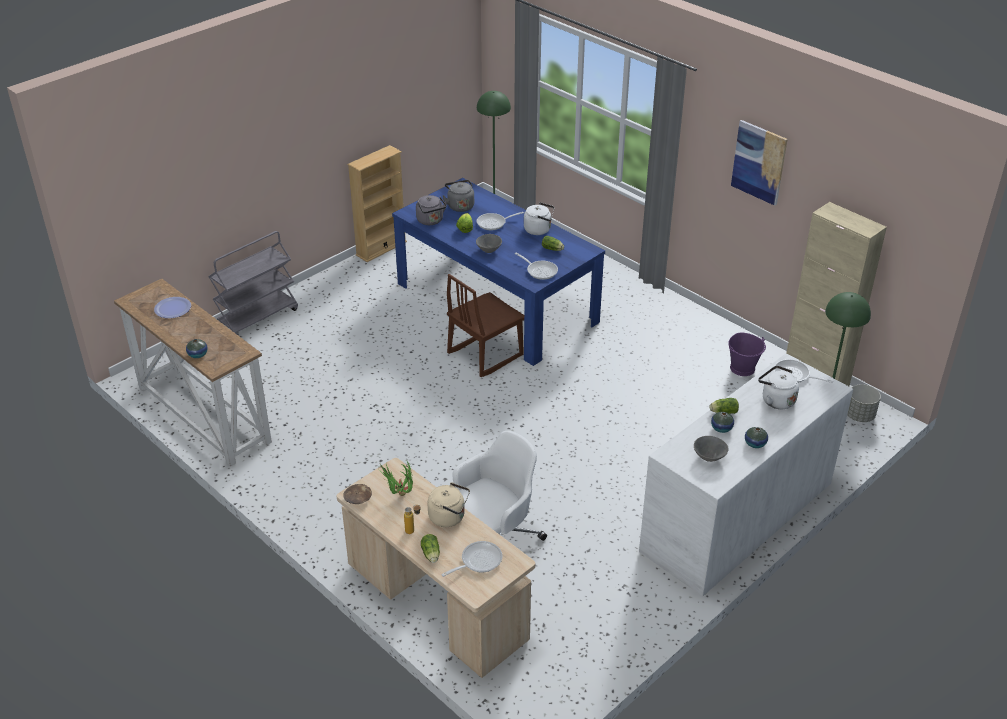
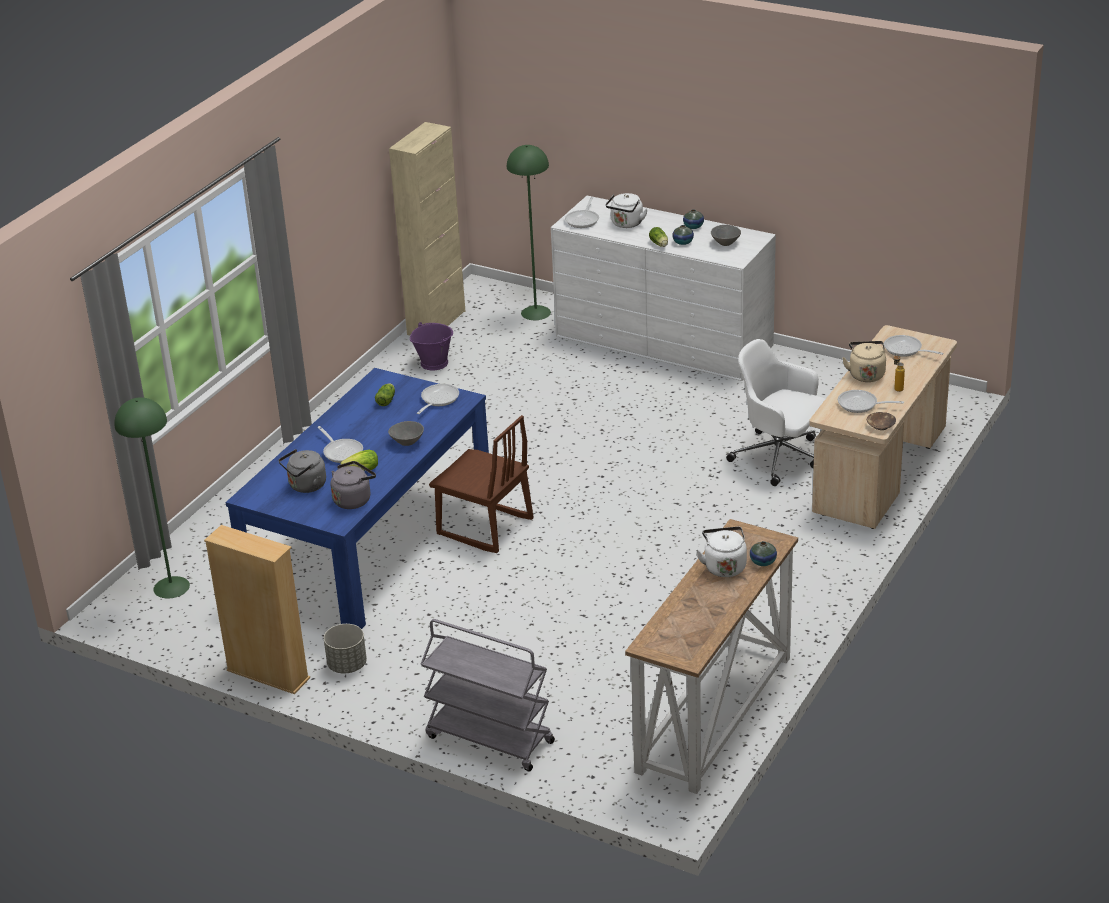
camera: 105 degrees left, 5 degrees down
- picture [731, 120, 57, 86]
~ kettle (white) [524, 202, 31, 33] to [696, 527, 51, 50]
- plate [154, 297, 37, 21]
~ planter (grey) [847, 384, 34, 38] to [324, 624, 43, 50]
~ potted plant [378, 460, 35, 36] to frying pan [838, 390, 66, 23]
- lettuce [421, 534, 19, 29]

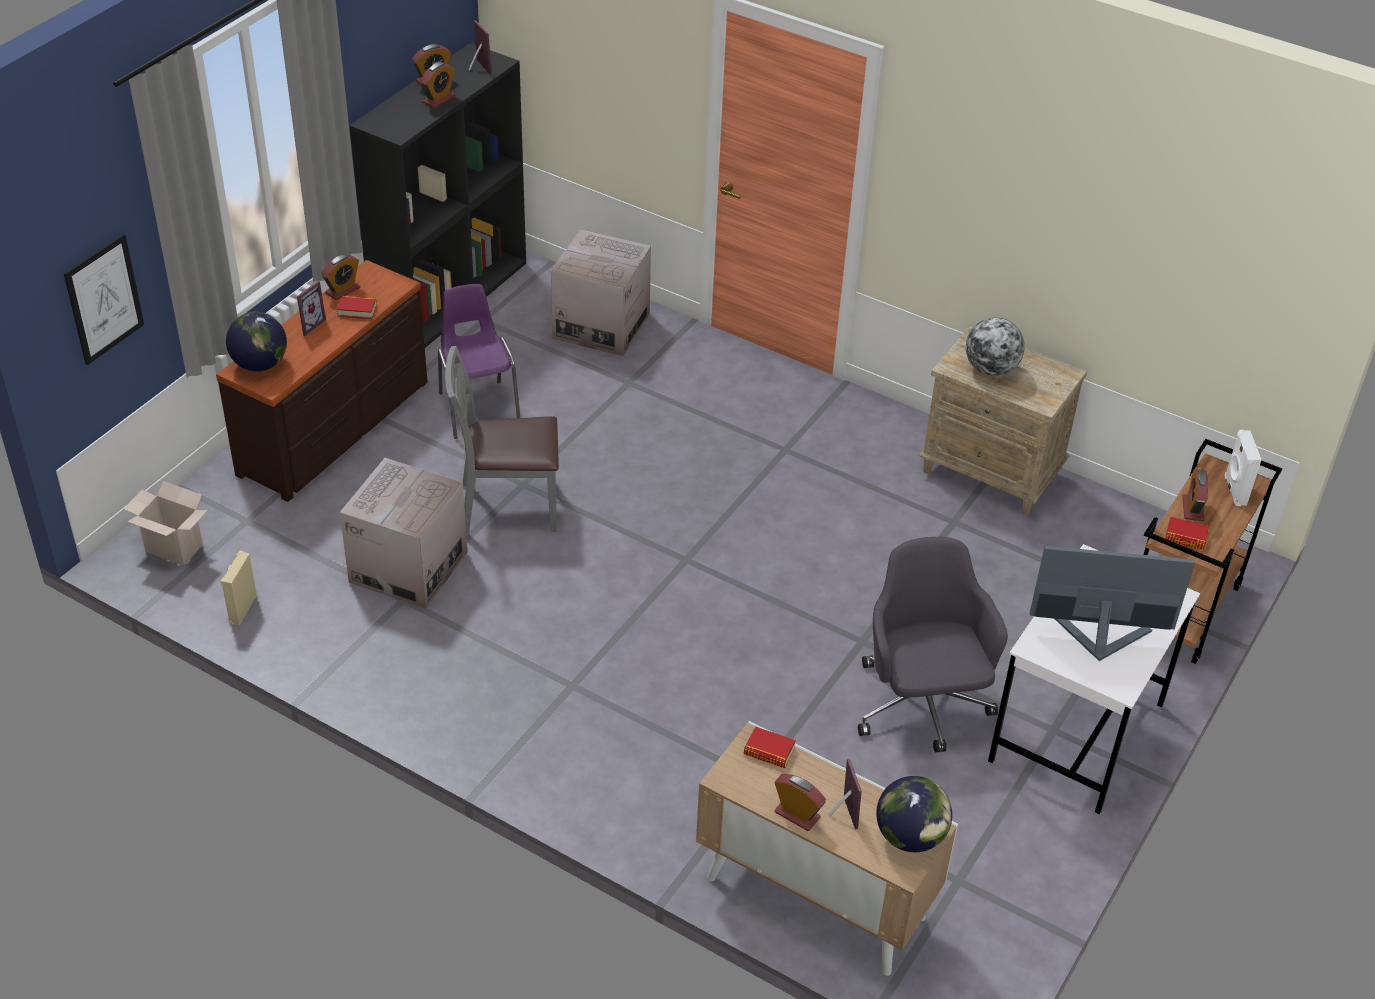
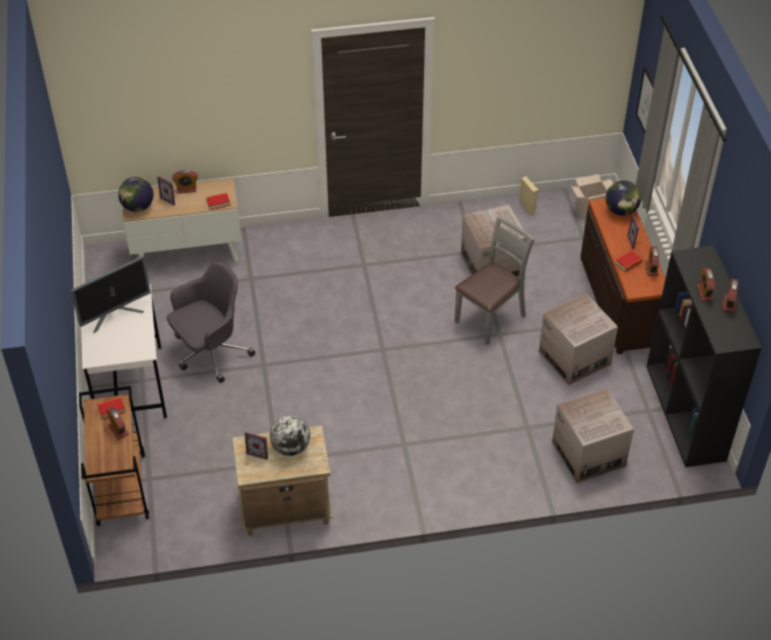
camera: 140 degrees right, 5 degrees up
~ picture frame [469, 20, 23, 54] to [245, 432, 23, 28]
~ chair (purple) [438, 284, 82, 155] to cardboard box [539, 293, 79, 92]
- speaker (white) [1224, 430, 37, 76]
~ office chair (grey) [858, 537, 150, 215] = [167, 262, 88, 121] 75 degrees counterclockwise

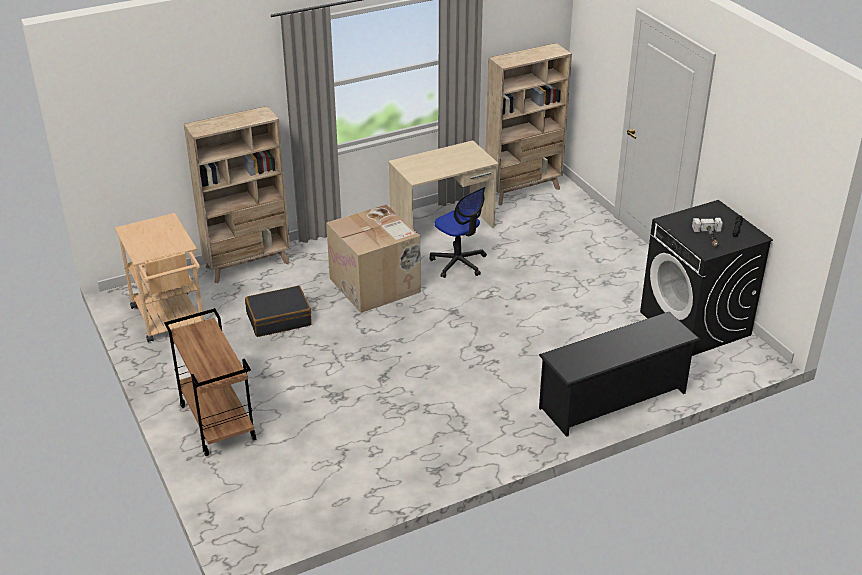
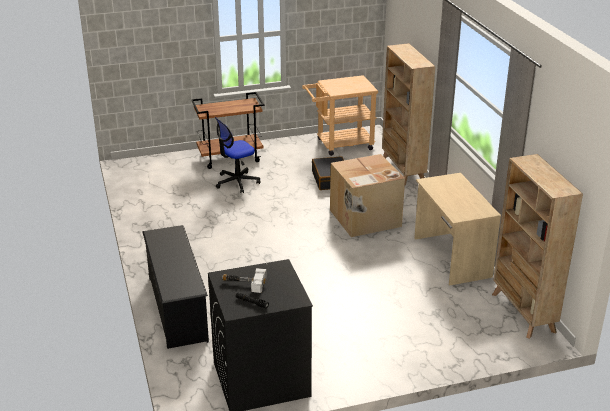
camera: 100 degrees right, 5 degrees down
~ office chair [429, 187, 58, 91] to [215, 117, 46, 76]

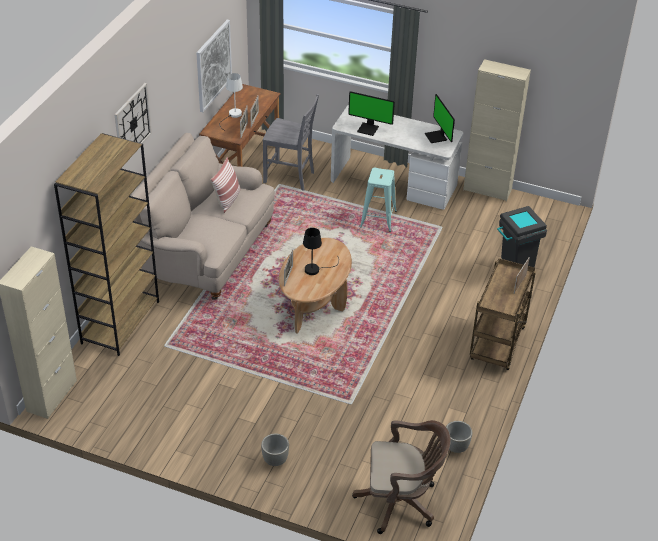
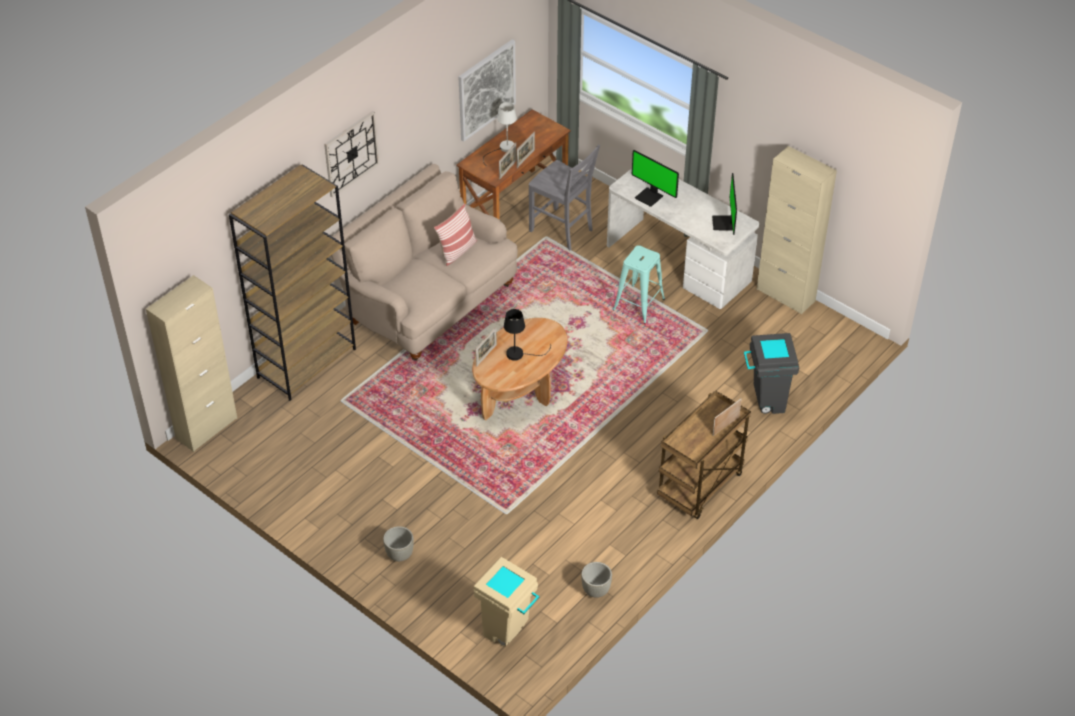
camera: 20 degrees right, 5 degrees up
~ office chair (brown) [352, 420, 99, 114] to trash can (beige) [473, 557, 67, 90]

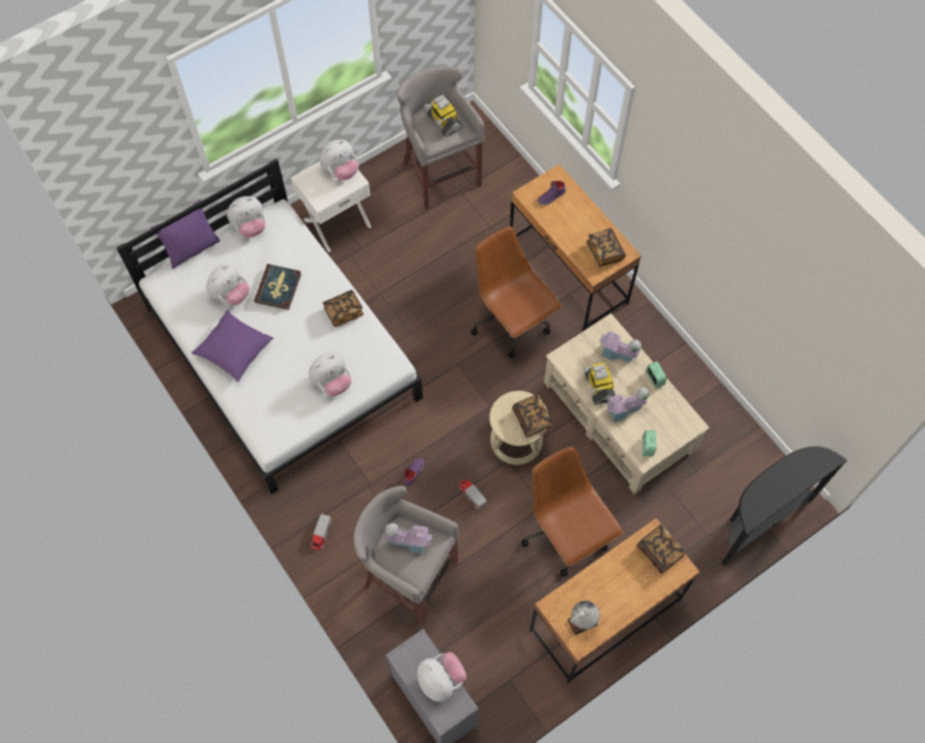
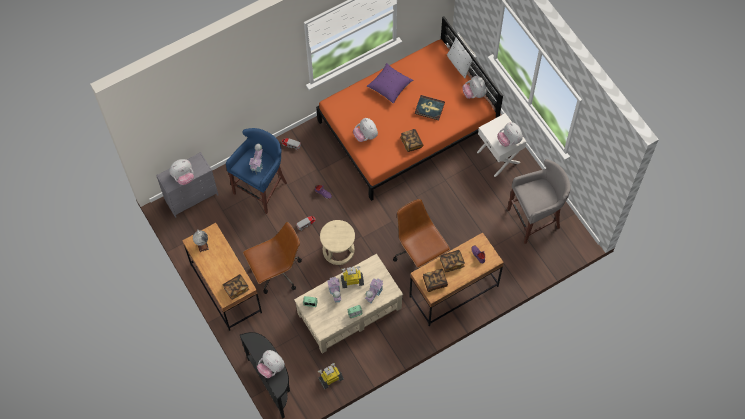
camera: 95 degrees right, 0 degrees up
~ toy robot [424, 95, 38, 42] to [318, 363, 26, 26]
~ bed (white) [116, 158, 307, 336] to bed (orange) [316, 16, 187, 185]
~ pillow (purple) [150, 199, 70, 70] to pillow (white) [447, 33, 30, 45]
~ office chair (brown) [471, 226, 91, 132] = [393, 199, 57, 70] 90 degrees counterclockwise
~ plush toy [206, 264, 43, 42] to [257, 350, 28, 28]
~ book [512, 394, 40, 43] to [440, 250, 25, 22]
~ stool (grey) [354, 486, 105, 139] to stool (blue) [226, 128, 61, 86]

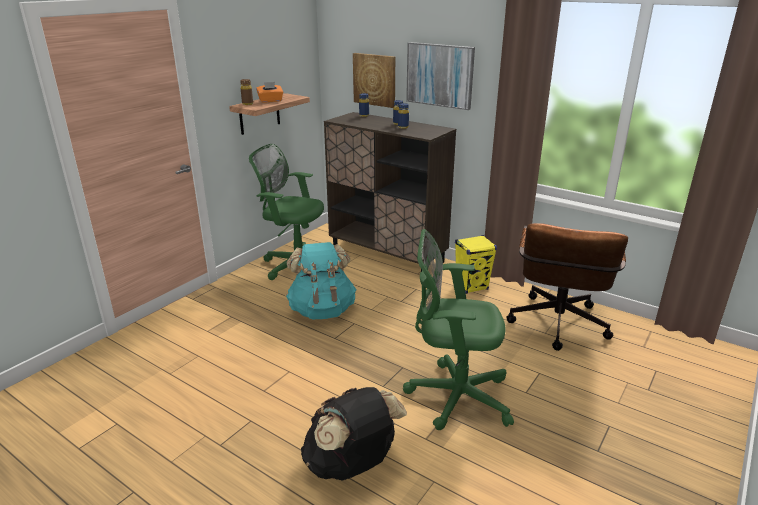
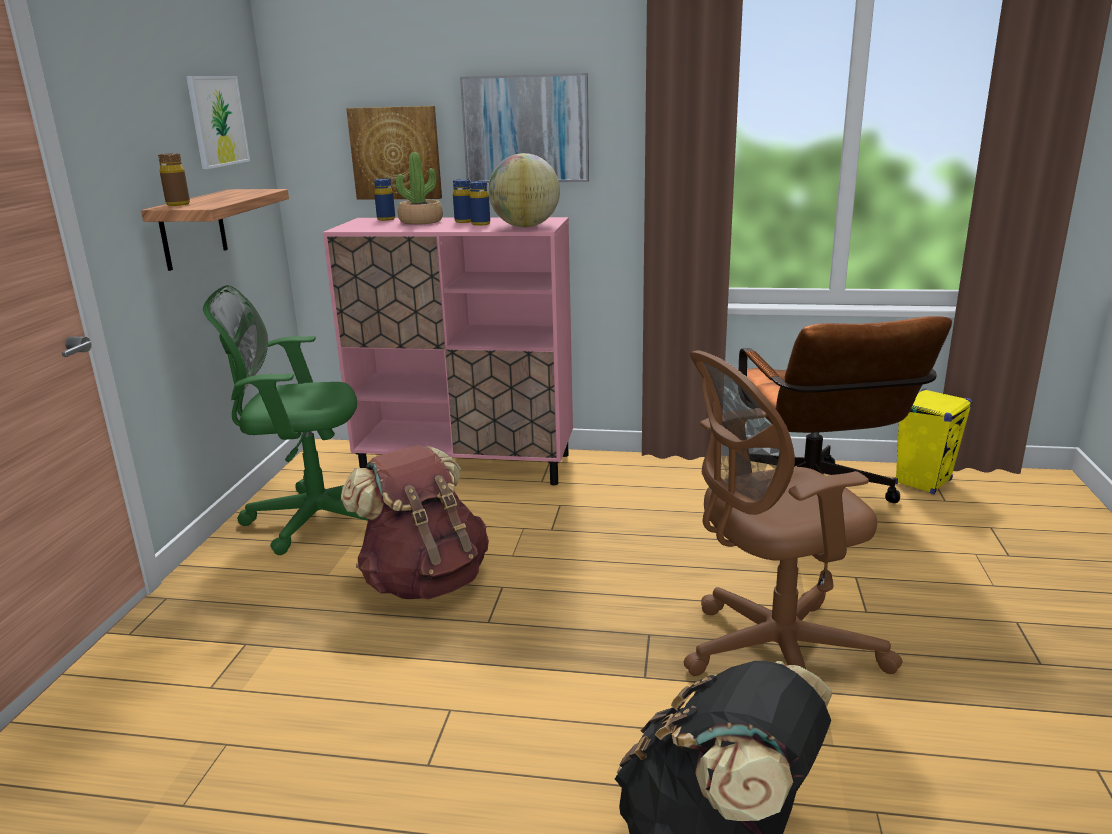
camera: 25 degrees left, 5 degrees down
- tissue box (orange) [256, 82, 27, 21]
~ cabinet (brown) [324, 112, 132, 159] to cabinet (pink) [323, 217, 250, 268]
~ office chair (green) [403, 229, 111, 201] to office chair (brown) [683, 350, 220, 326]
~ speaker (yellow) [455, 235, 42, 59] to [895, 389, 78, 105]
~ backpack (turquoise) [286, 242, 70, 77] to backpack (brown) [341, 445, 148, 154]
+ picture [186, 76, 64, 93]
+ potted plant [396, 152, 47, 73]
+ globe [488, 153, 72, 74]

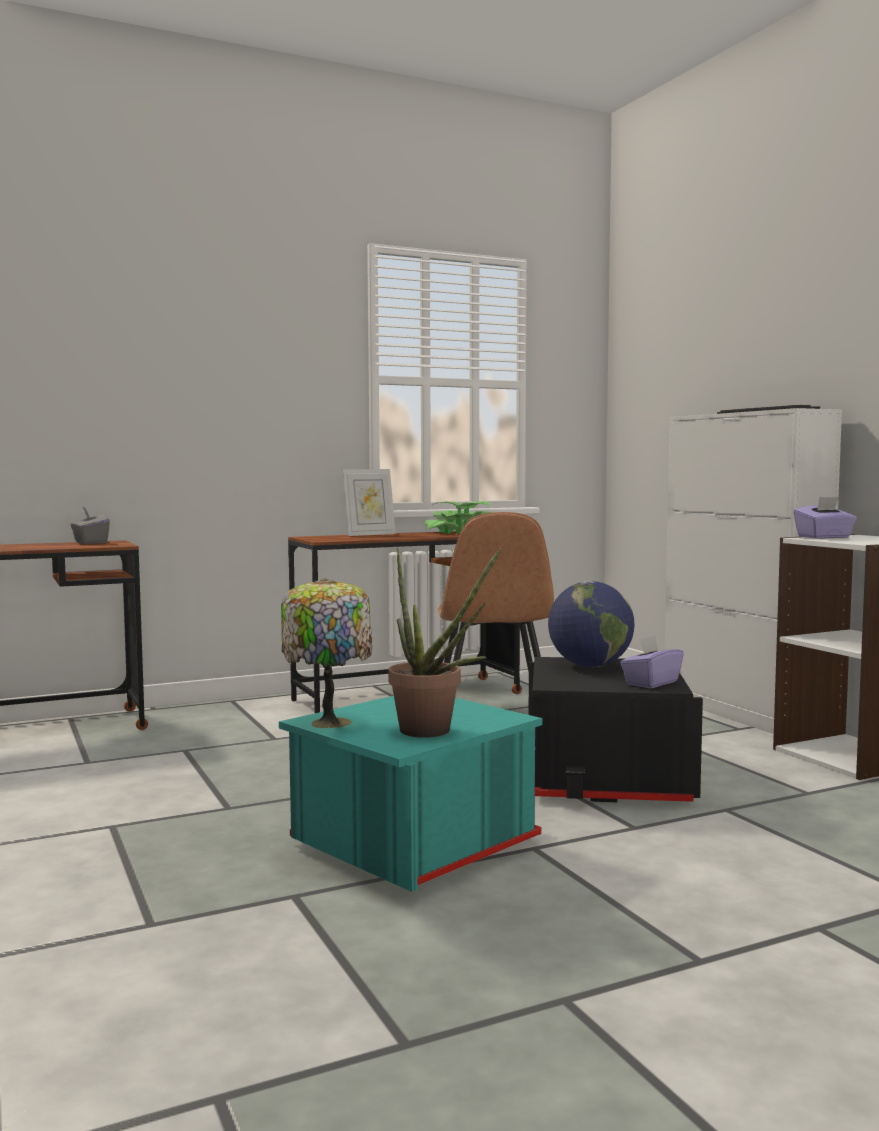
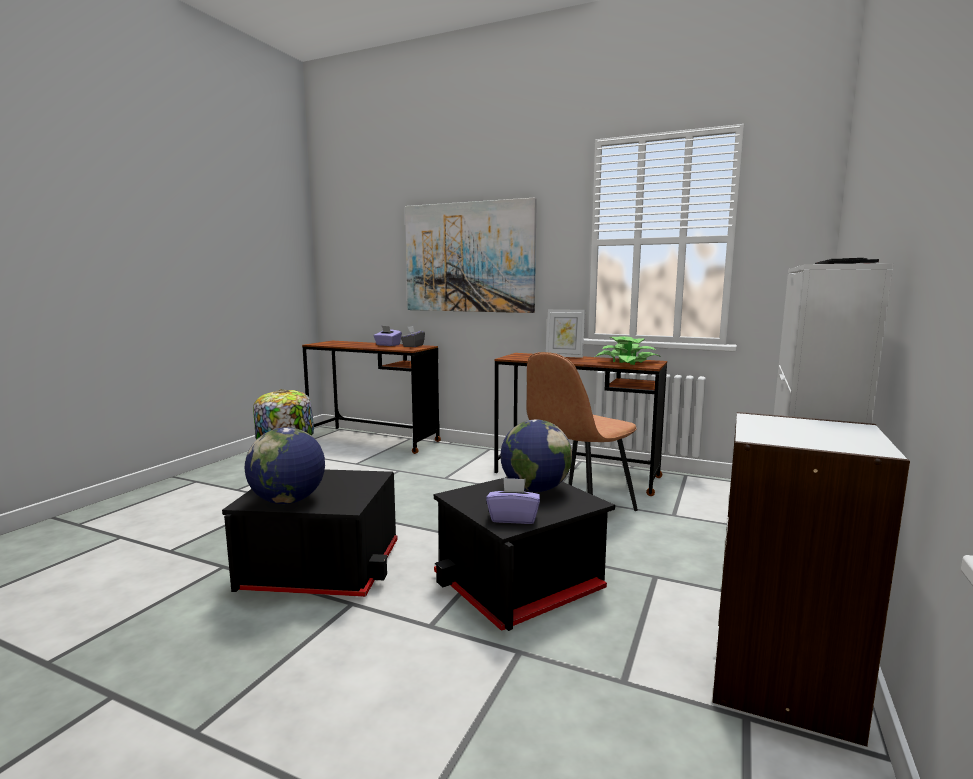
camera: 50 degrees right, 5 degrees up
~ tissue box (purple) [793, 497, 64, 42] to [373, 326, 29, 20]
~ potted plant [388, 548, 114, 190] to globe [245, 427, 80, 77]
~ storage box (turquoise) [279, 696, 263, 196] to storage box (black) [222, 469, 176, 128]
+ picture [405, 198, 132, 115]

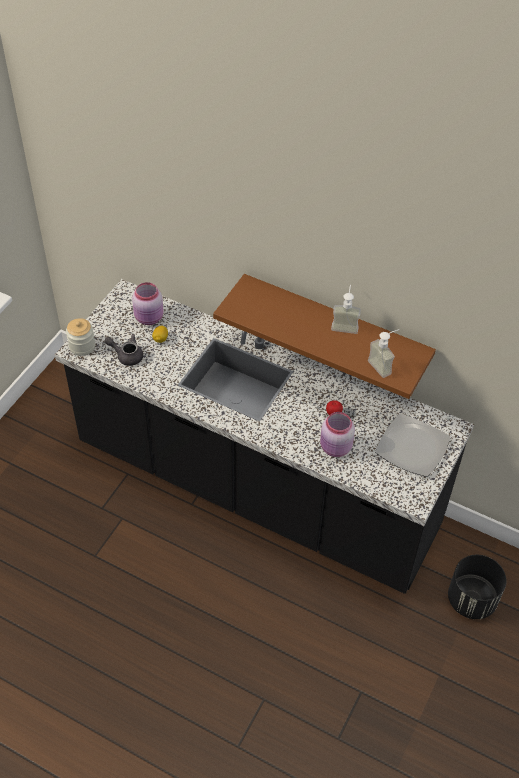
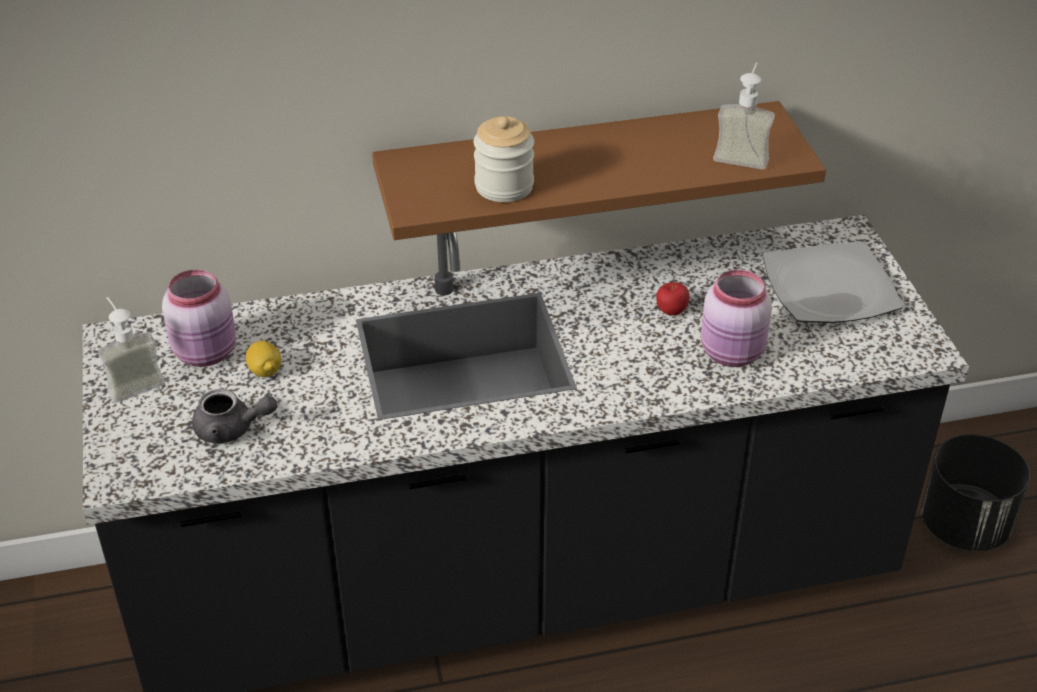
camera: 40 degrees left, 10 degrees down
~ soap dispenser [331, 285, 30, 49] to [98, 297, 67, 106]
~ jar [66, 318, 29, 38] to [474, 116, 60, 86]
~ teapot (grey) [105, 334, 38, 32] = [192, 389, 85, 55] 150 degrees counterclockwise

